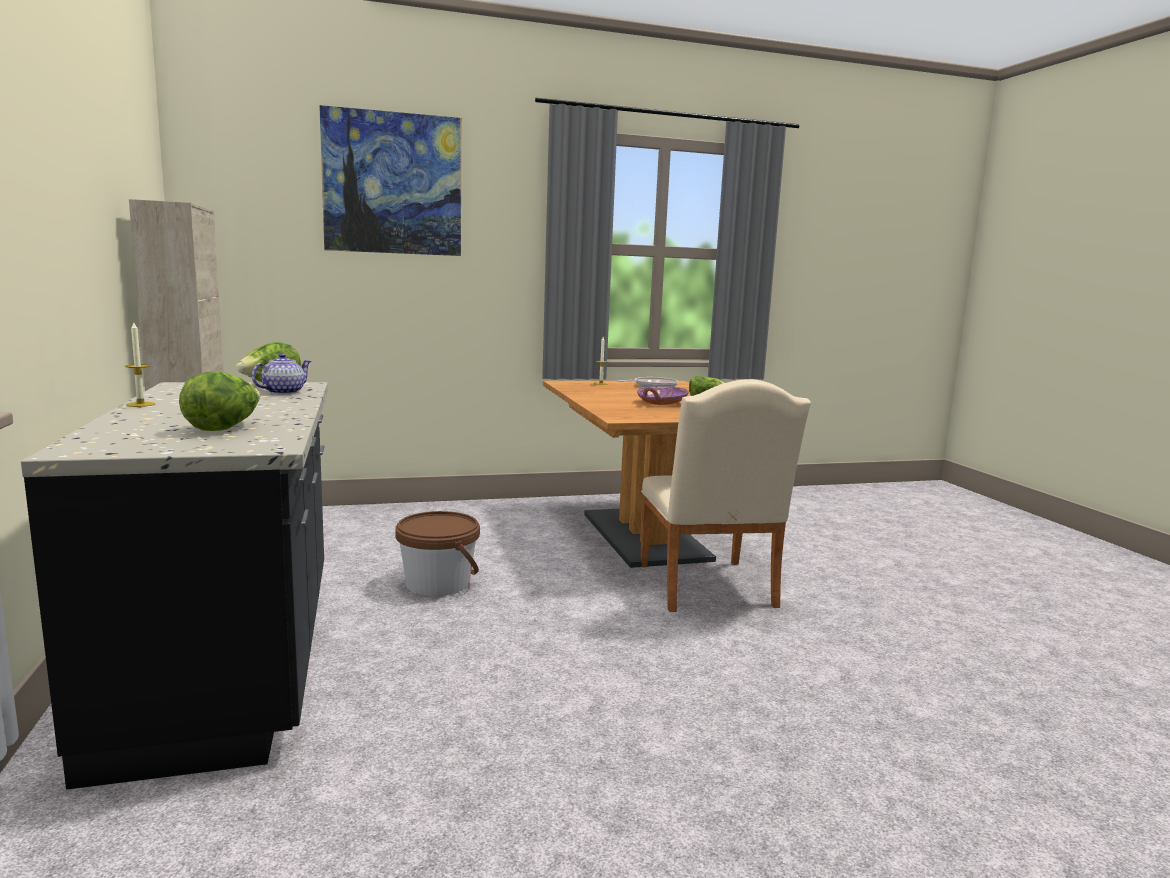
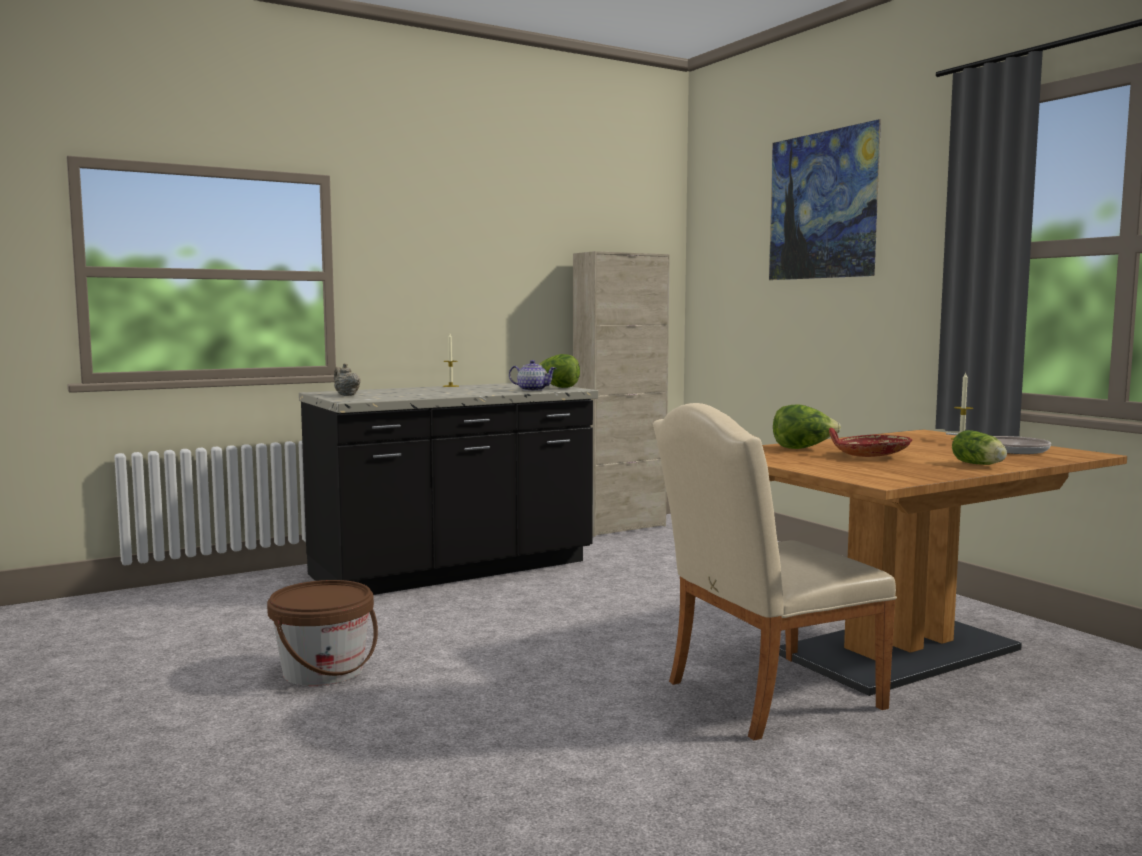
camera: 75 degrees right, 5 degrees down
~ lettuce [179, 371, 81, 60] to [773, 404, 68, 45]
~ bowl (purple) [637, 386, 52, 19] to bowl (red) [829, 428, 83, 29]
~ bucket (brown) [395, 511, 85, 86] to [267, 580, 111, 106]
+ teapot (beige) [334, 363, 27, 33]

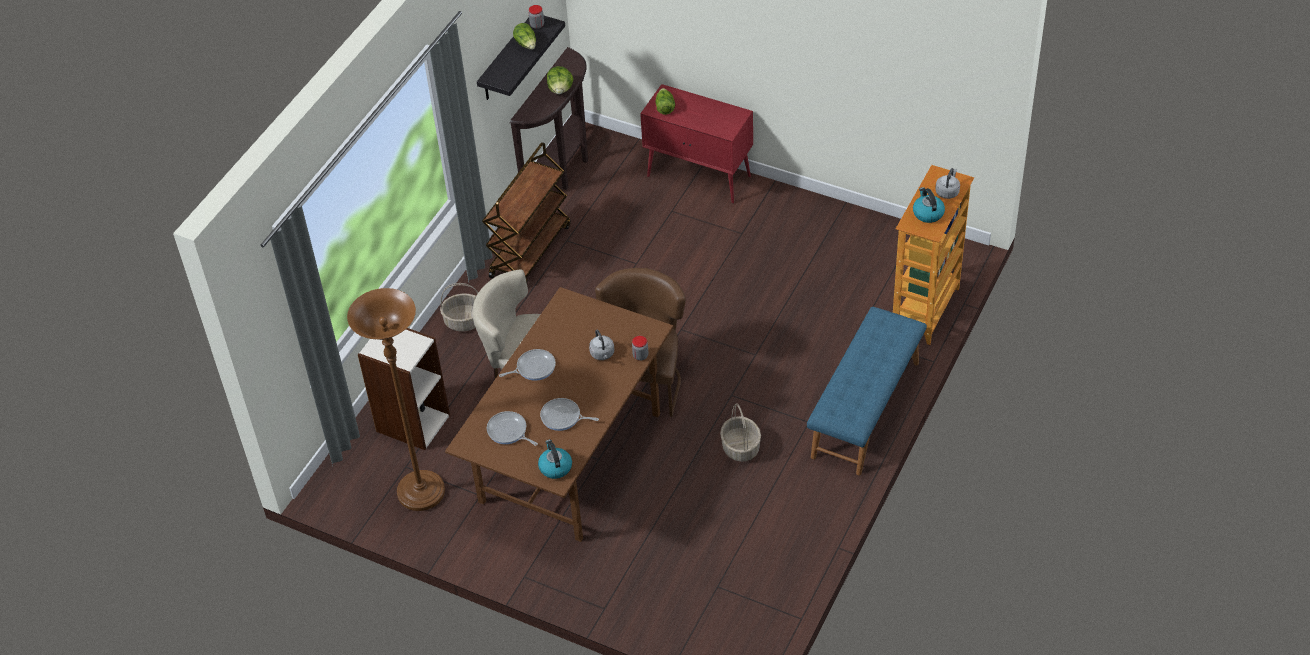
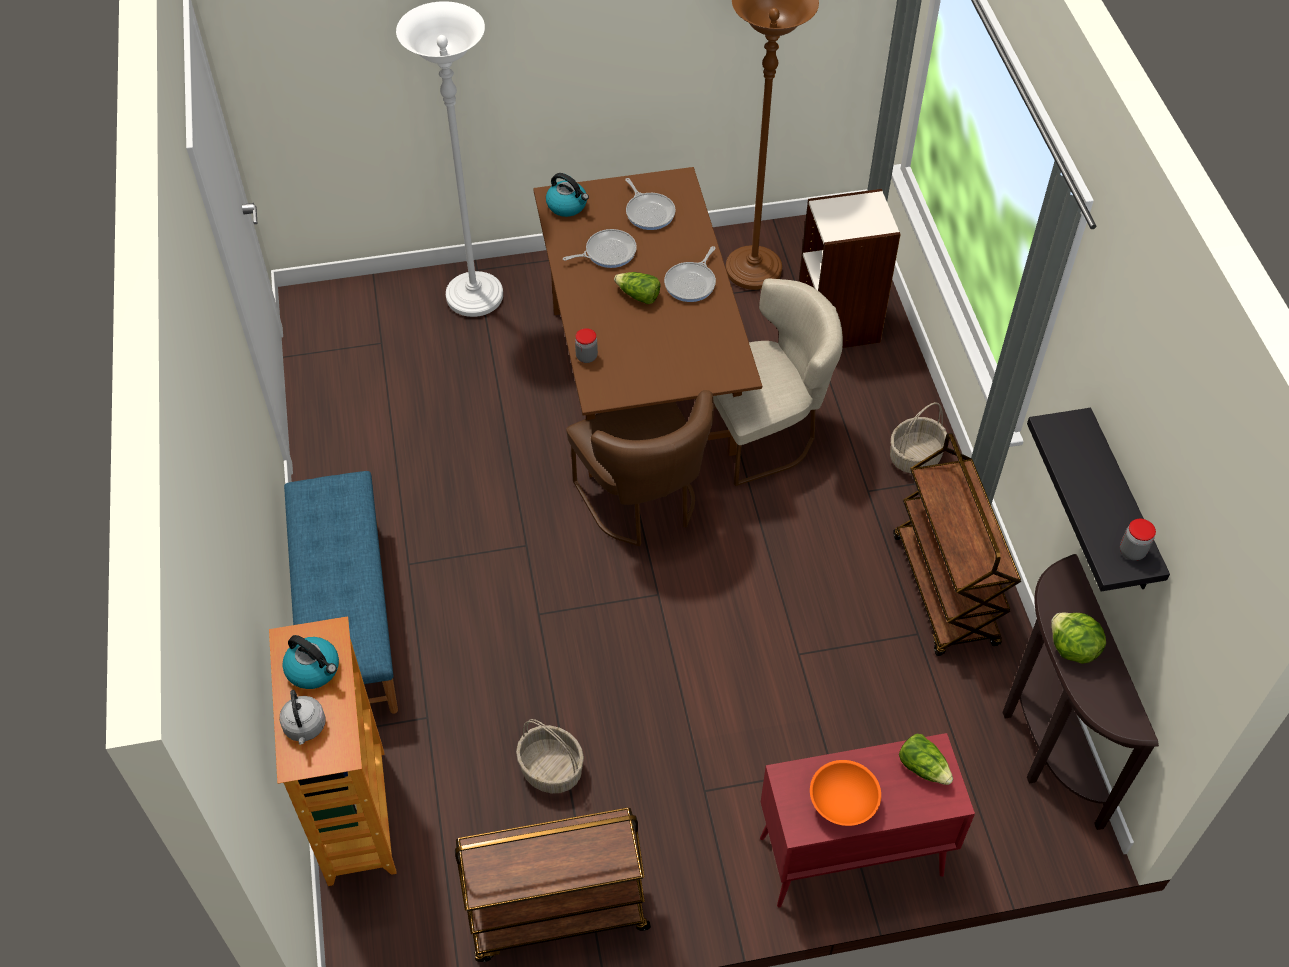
camera: 140 degrees right, 5 degrees up
~ lettuce [513, 23, 23, 27] to [614, 272, 46, 32]
- kettle (grey) [589, 329, 25, 31]
~ basket [720, 403, 41, 59] to [516, 719, 68, 74]
~ frying pan [487, 411, 51, 35] = [625, 178, 50, 52] 60 degrees clockwise
+ floor lamp (white) [396, 1, 107, 316]
+ bowl (orange) [810, 760, 71, 66]
+ cart (brown) [455, 807, 196, 155]

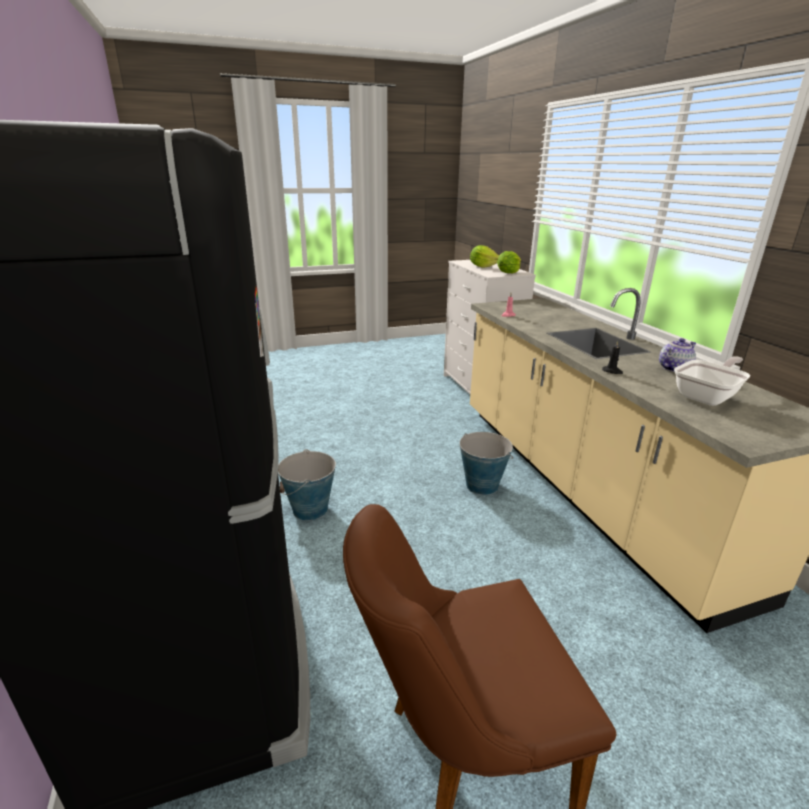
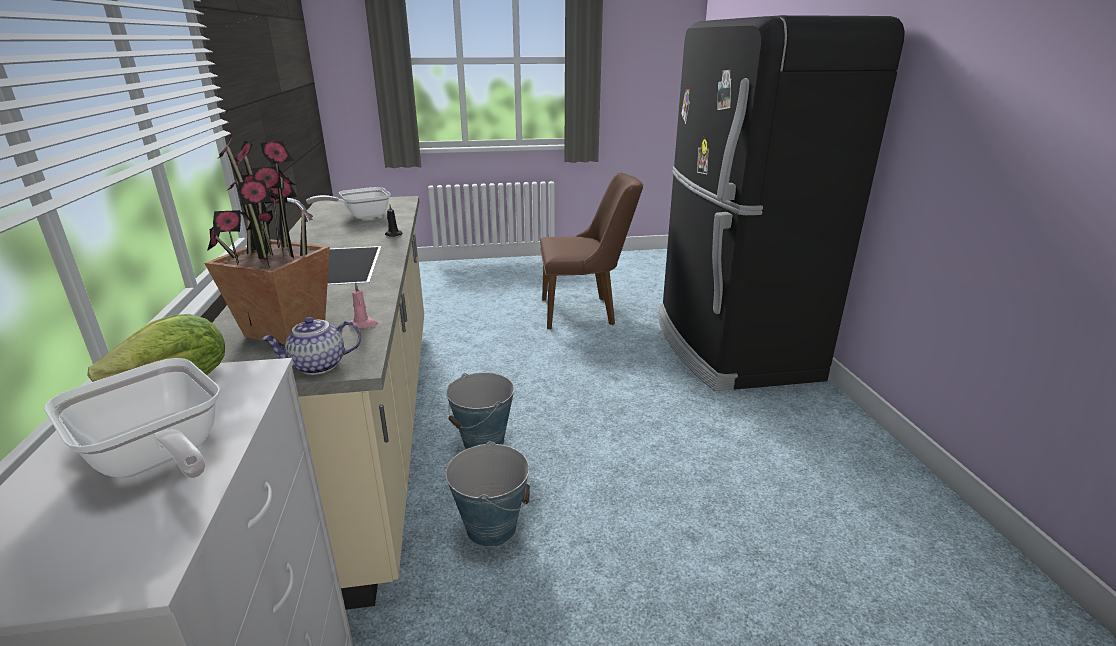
camera: 170 degrees left, 0 degrees up
~ lettuce [470, 245, 29, 23] to frying pan [44, 358, 176, 120]
~ teapot [659, 338, 37, 34] to [261, 317, 100, 58]
~ bucket [278, 449, 58, 72] to [446, 441, 84, 106]
+ potted plant [204, 134, 126, 210]

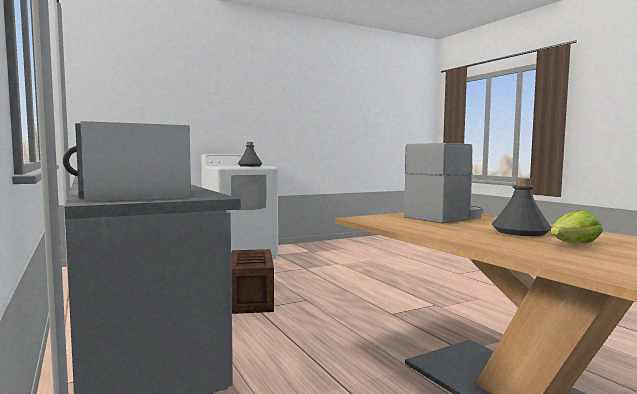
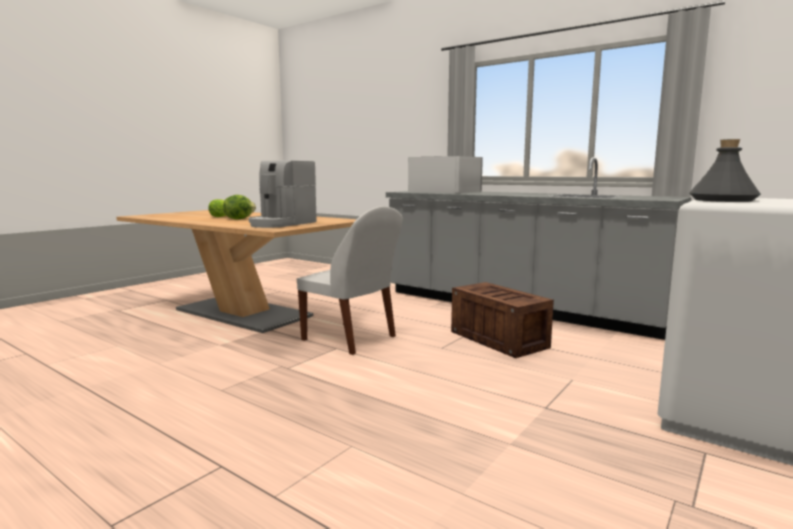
camera: 155 degrees right, 5 degrees up
~ bottle (grey) [492, 178, 60, 58] to lettuce [223, 195, 33, 25]
+ chair (white) [297, 206, 106, 149]

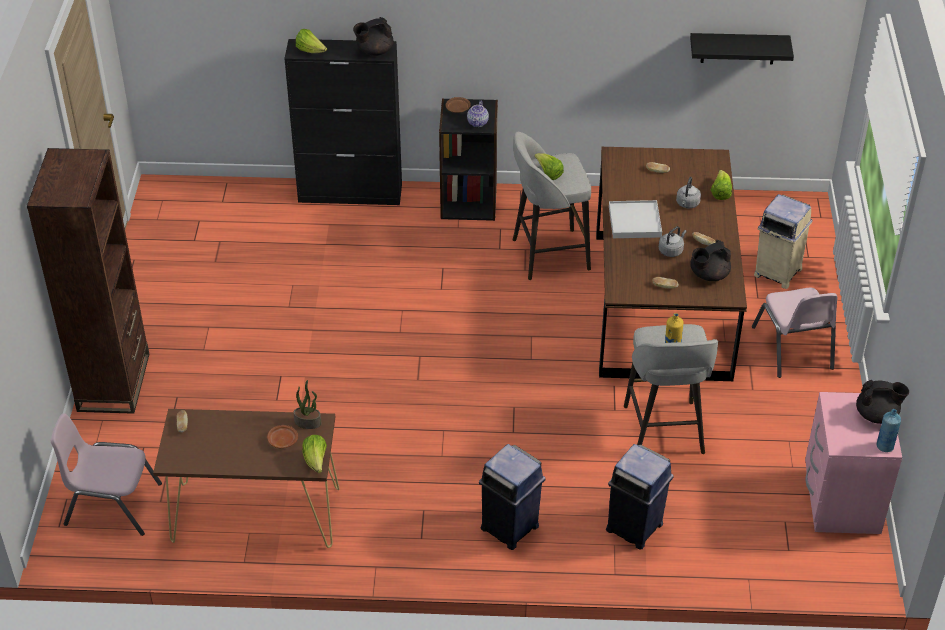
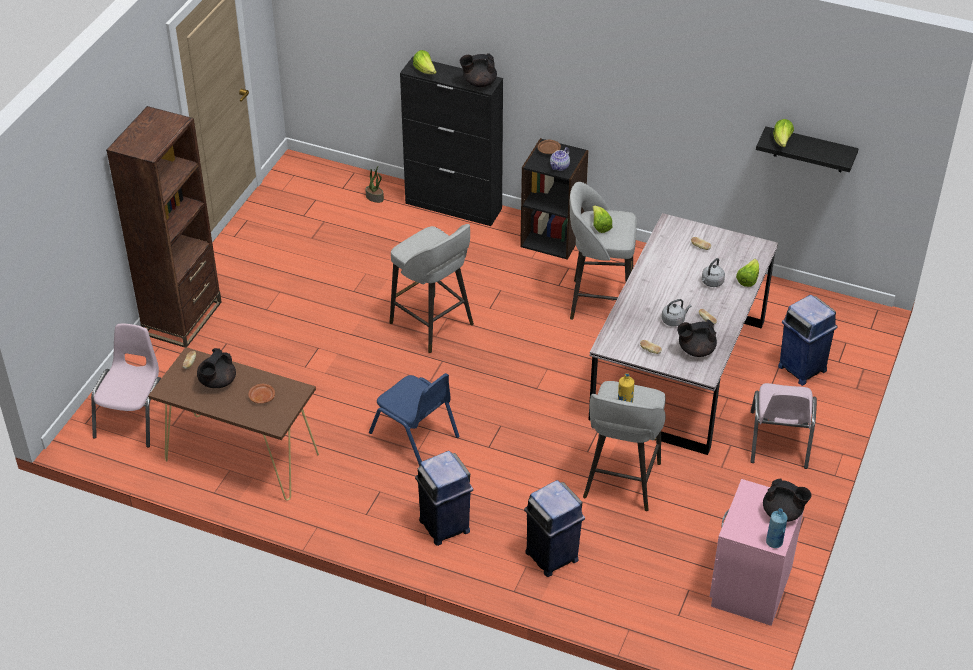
camera: 20 degrees right, 0 degrees up
~ dining table (brown) [596, 147, 151, 234] to dining table (grey) [588, 213, 190, 242]
~ trash can (beige) [754, 194, 59, 95] to trash can (blue) [778, 295, 59, 91]
- tray (white) [609, 200, 53, 38]
~ potted plant [293, 380, 29, 49] to [365, 166, 19, 37]
~ chair (pink) [51, 413, 111, 123] = [91, 324, 70, 123] 75 degrees clockwise
~ lettuce [302, 435, 25, 38] to [773, 119, 21, 28]
+ stool (grey) [389, 224, 85, 129]
+ teapot (black) [197, 348, 39, 40]
+ chair (blue) [369, 373, 90, 92]

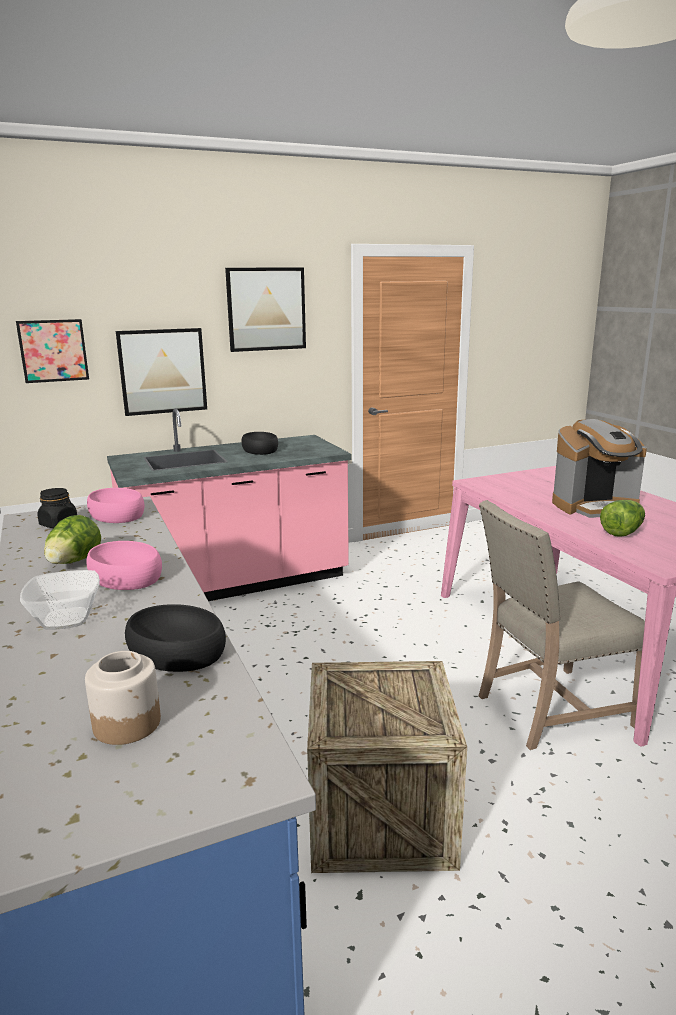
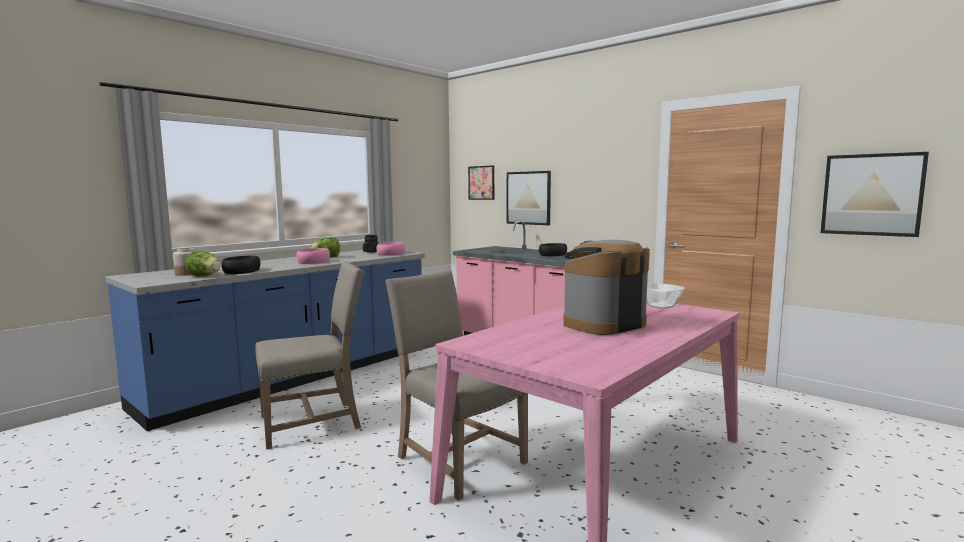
camera: 65 degrees right, 10 degrees down
~ picture [225, 268, 81, 84] to [821, 152, 108, 85]
~ coffee machine [552, 419, 95, 99] = [563, 240, 87, 95] 90 degrees clockwise
~ lettuce [600, 500, 45, 36] to [185, 251, 36, 26]
~ bowl [20, 570, 80, 60] to [647, 283, 38, 26]
~ crate [307, 661, 160, 212] to chair (beige) [255, 261, 110, 189]

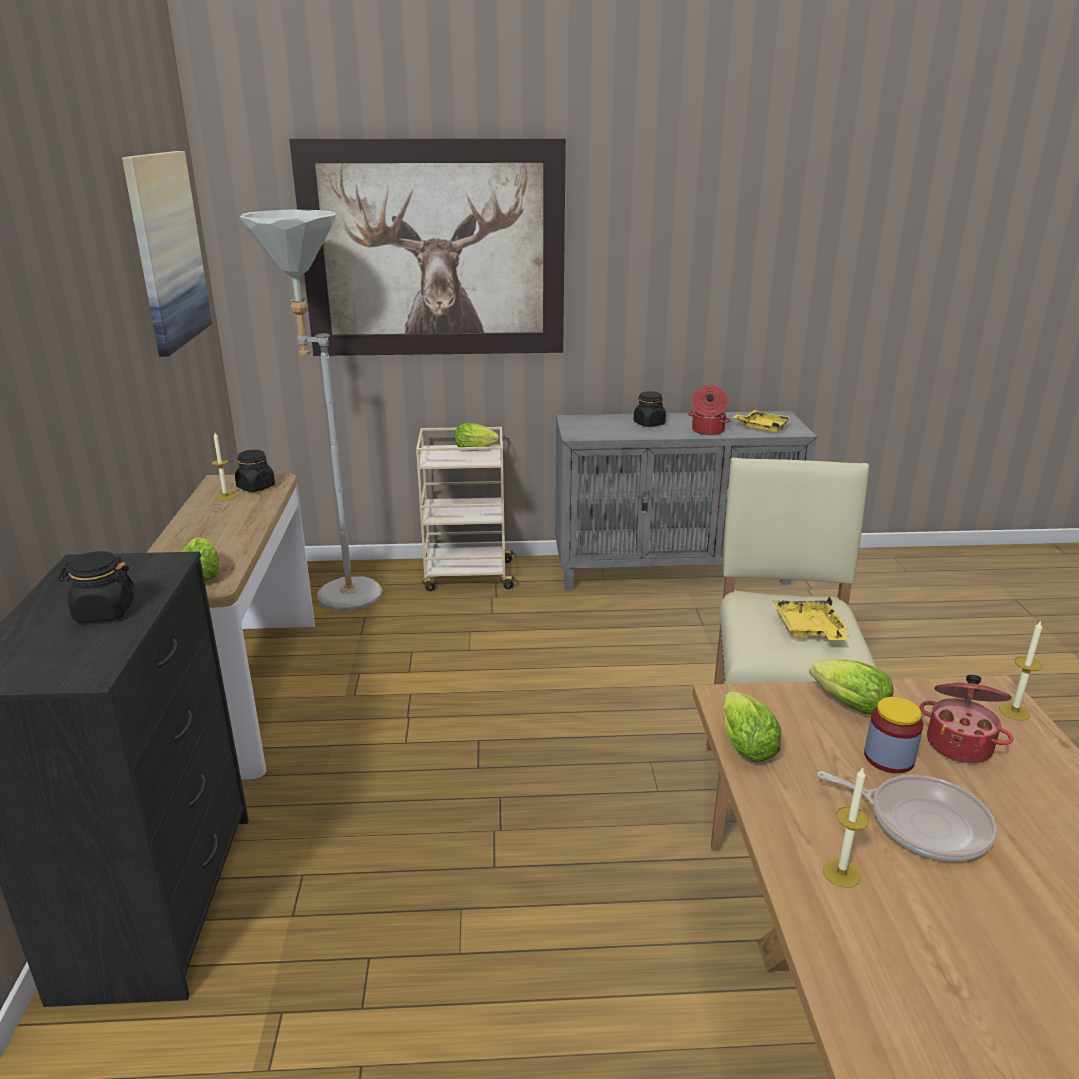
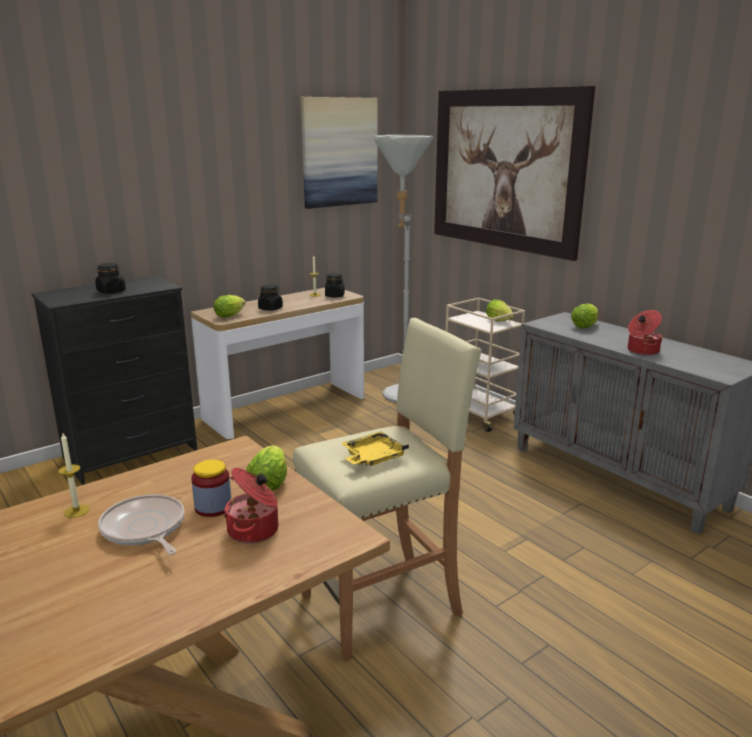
camera: 55 degrees right, 5 degrees down
~ jar (black) [634, 391, 32, 36] to [258, 284, 25, 27]
- tray (yellow) [733, 410, 58, 22]
- candle [999, 620, 43, 100]
~ lettuce [723, 691, 58, 71] to [571, 304, 27, 25]
~ frying pan [817, 772, 180, 89] = [98, 494, 86, 61] 150 degrees clockwise

